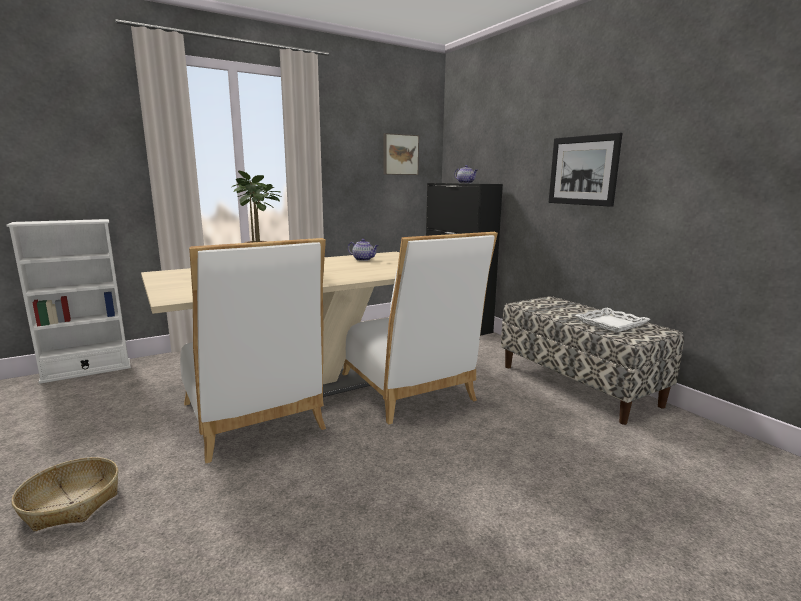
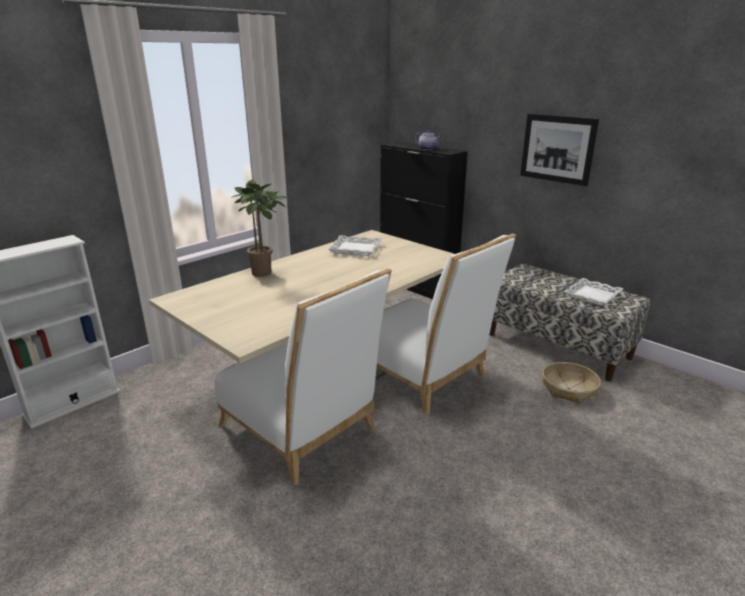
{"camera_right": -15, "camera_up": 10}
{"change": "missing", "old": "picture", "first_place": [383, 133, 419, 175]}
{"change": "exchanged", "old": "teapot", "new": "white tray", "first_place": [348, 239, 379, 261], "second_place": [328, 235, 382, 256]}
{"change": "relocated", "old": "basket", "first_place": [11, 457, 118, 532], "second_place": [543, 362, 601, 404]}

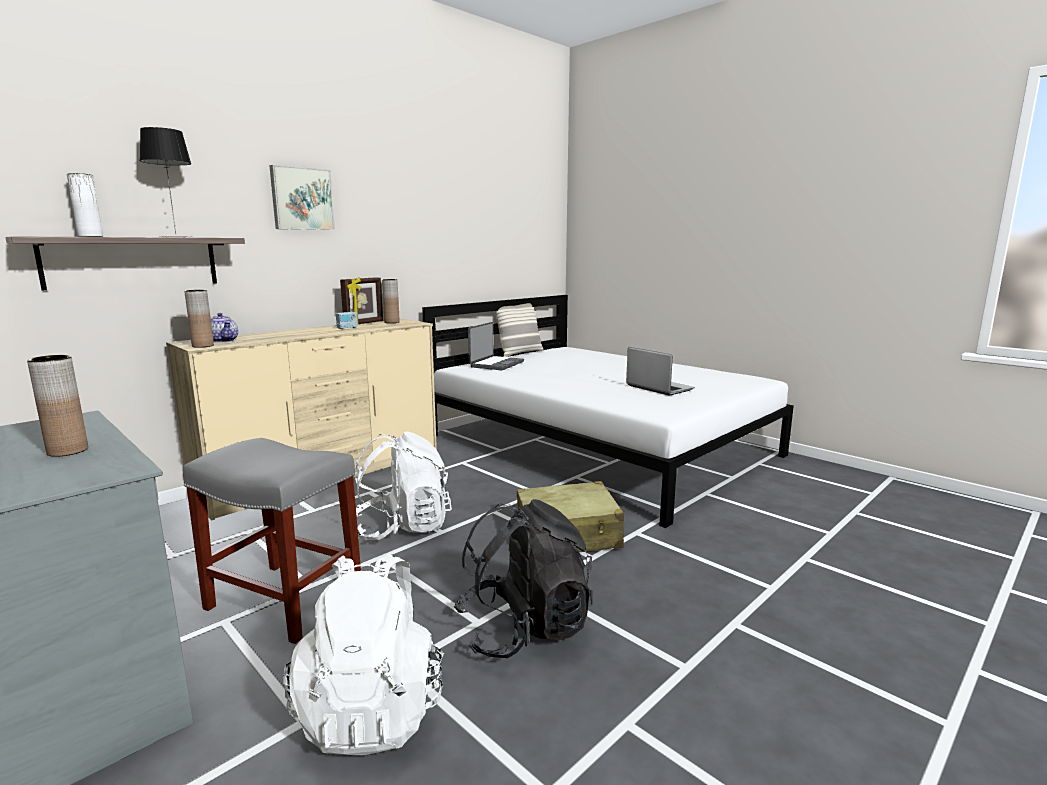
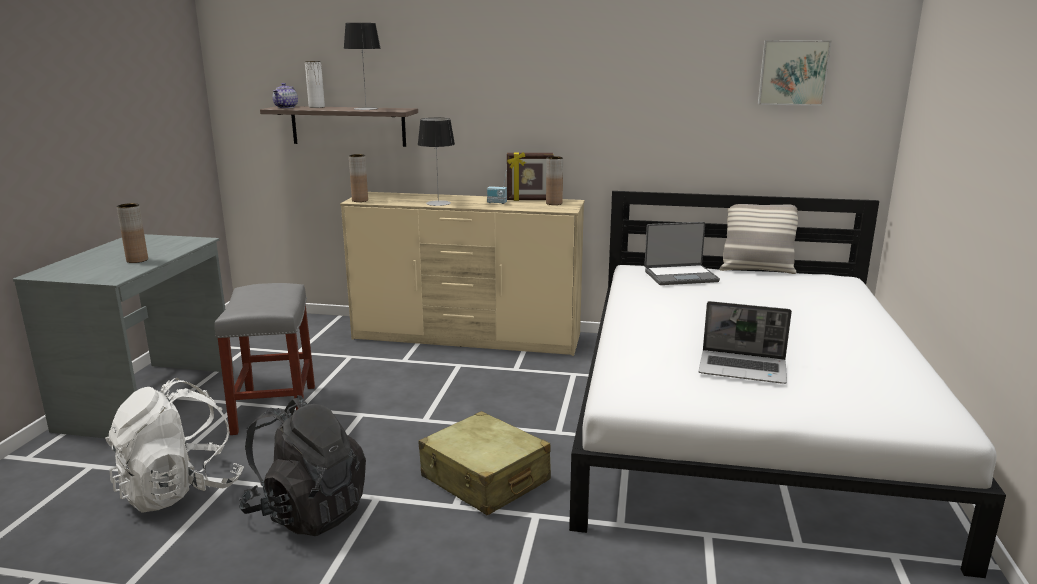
{"camera_right": 55, "camera_up": 5}
{"change": "relocated", "old": "picture", "first_place": [269, 165, 335, 230], "second_place": [758, 40, 831, 106]}
{"change": "relocated", "old": "teapot", "first_place": [211, 313, 238, 343], "second_place": [273, 83, 298, 108]}
{"change": "spun", "old": "laptop", "first_place": [626, 347, 695, 396], "second_place": [698, 301, 792, 384], "degrees": 90}
{"change": "missing", "old": "white backpack", "first_place": [355, 431, 452, 540]}
{"change": "appeared", "new": "table lamp", "second_place": [418, 118, 455, 206]}

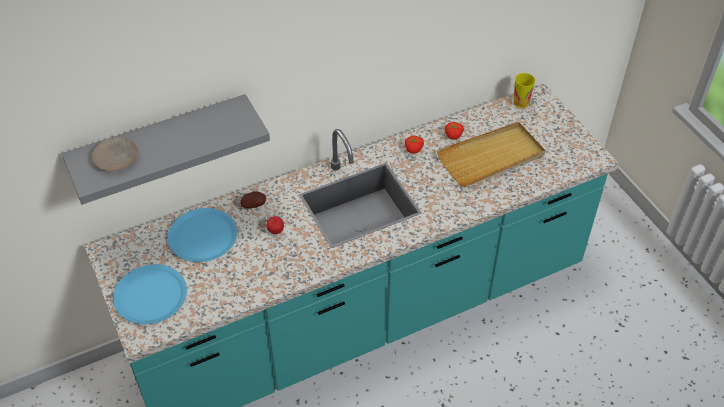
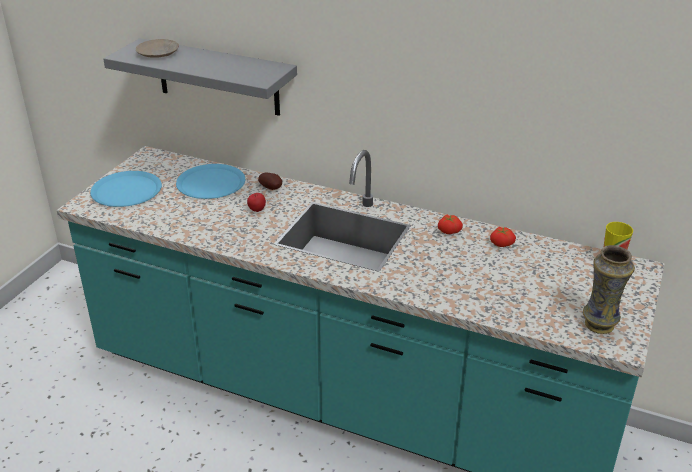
{"camera_right": 50, "camera_up": -15}
{"change": "missing", "old": "beige tray", "first_place": [437, 122, 545, 187]}
{"change": "appeared", "new": "vase", "second_place": [583, 245, 635, 334]}

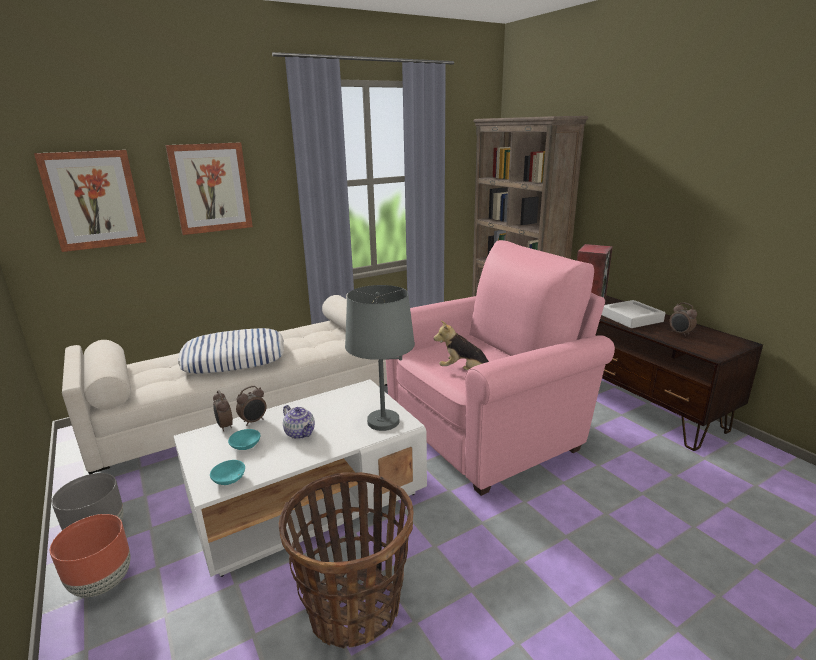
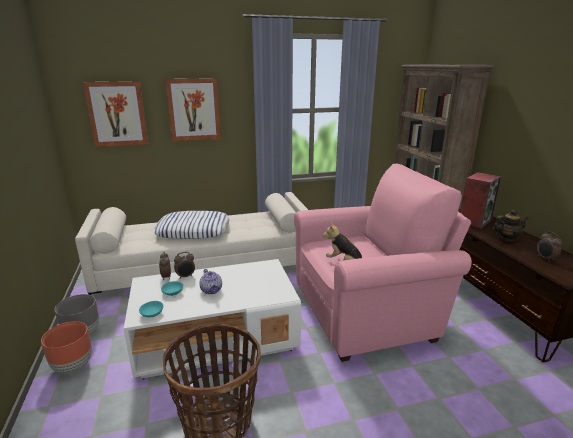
{"camera_right": 15, "camera_up": 0}
{"change": "missing", "old": "grey table lamp", "first_place": [345, 285, 415, 431]}
{"change": "exchanged", "old": "grey tray", "new": "teapot", "first_place": [602, 300, 665, 328], "second_place": [493, 210, 529, 242]}

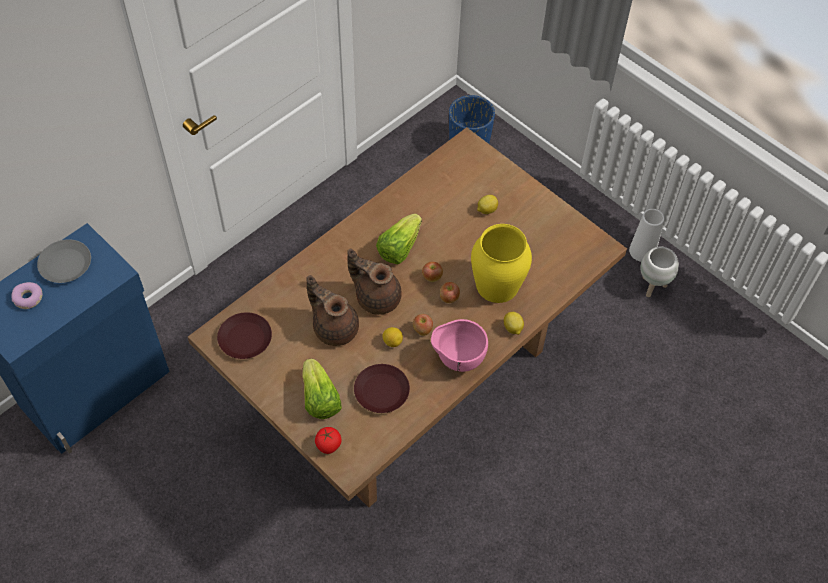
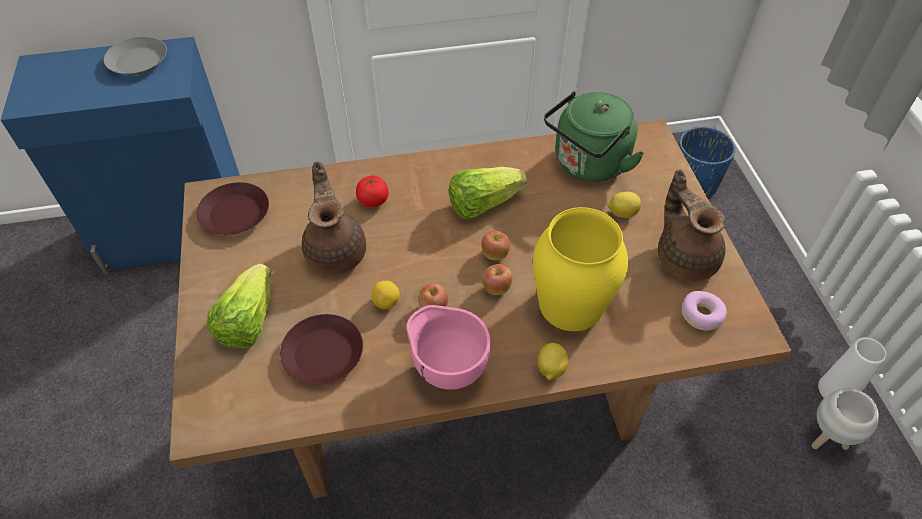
{"camera_right": 35, "camera_up": -5}
{"change": "relocated", "old": "brown teapot", "first_place": [347, 249, 402, 315], "second_place": [658, 169, 726, 281]}
{"change": "relocated", "old": "donut", "first_place": [11, 282, 43, 309], "second_place": [681, 291, 727, 330]}
{"change": "relocated", "old": "tomato", "first_place": [315, 427, 341, 454], "second_place": [356, 175, 389, 207]}
{"change": "appeared", "new": "green kettle", "second_place": [544, 91, 644, 182]}

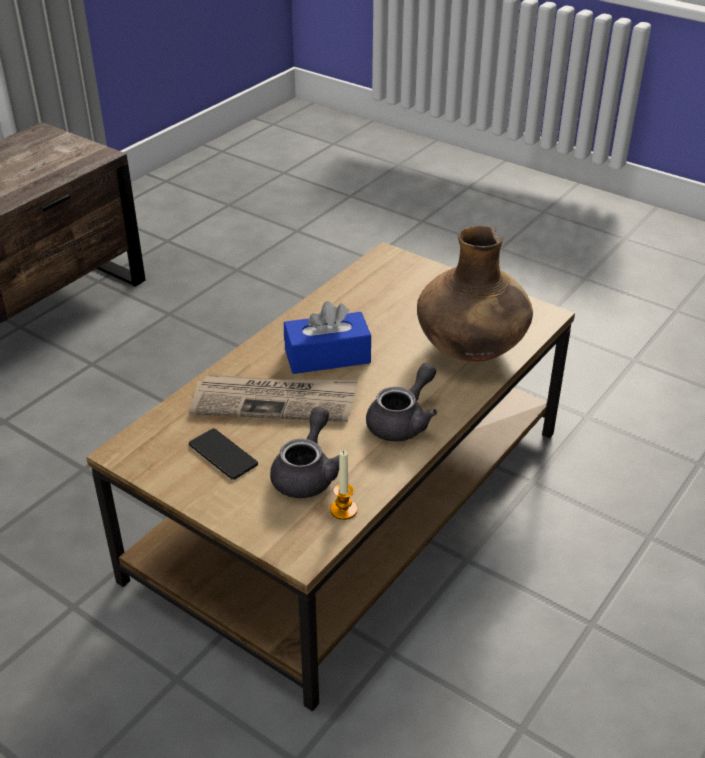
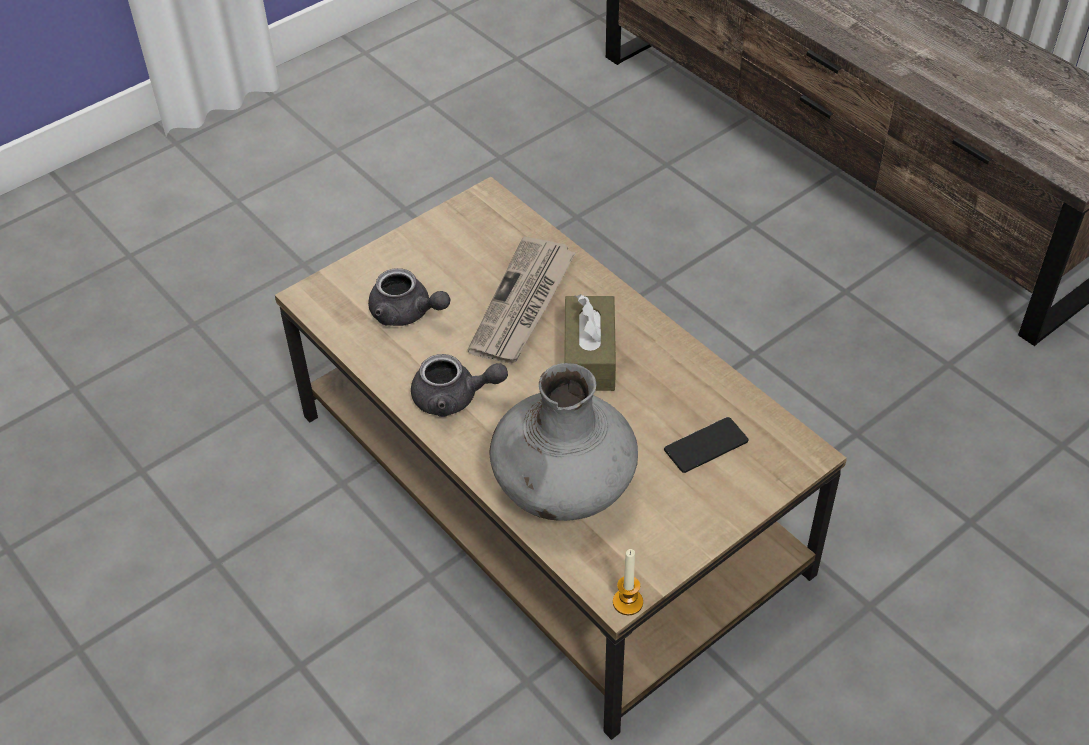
{"camera_right": 105, "camera_up": 10}
{"change": "colour", "old": "brown vase", "new": "grey vase", "first_place": [417, 226, 533, 362], "second_place": [490, 363, 638, 521]}
{"change": "colour", "old": "blue tissue box", "new": "brown tissue box", "first_place": [284, 301, 371, 374], "second_place": [564, 294, 616, 391]}
{"change": "spun", "old": "grey teapot", "first_place": [366, 363, 437, 442], "second_place": [411, 354, 508, 417], "degrees": -45}
{"change": "relocated", "old": "phone", "first_place": [189, 428, 258, 480], "second_place": [664, 417, 749, 473]}
{"change": "relocated", "old": "candle", "first_place": [330, 450, 357, 520], "second_place": [613, 549, 643, 615]}

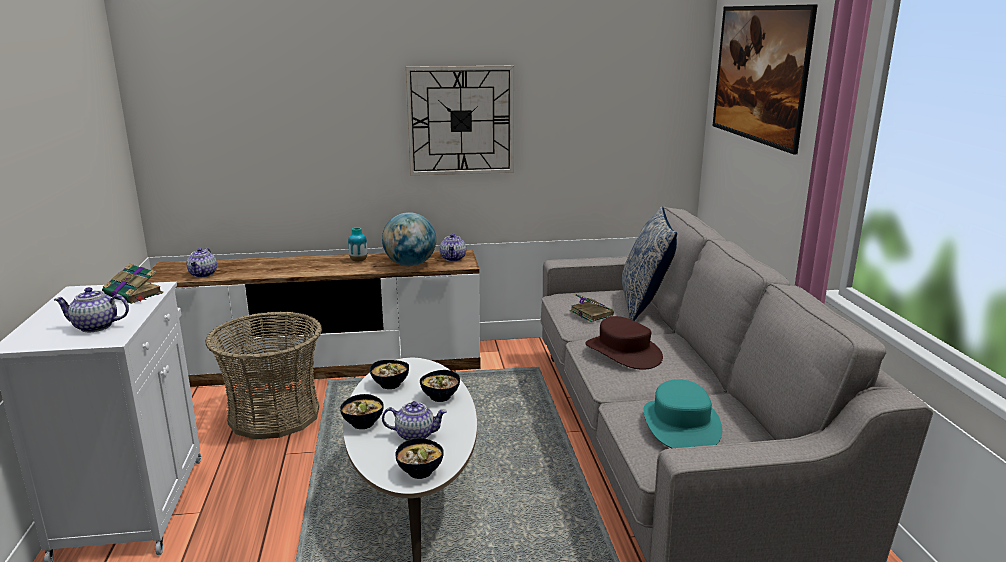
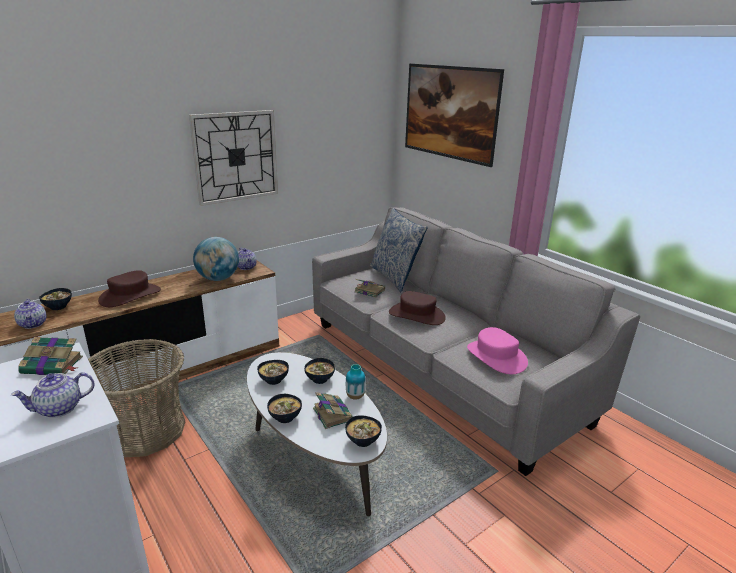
{"camera_right": -30, "camera_up": 5}
{"change": "relocated", "old": "vase", "first_place": [348, 227, 367, 262], "second_place": [346, 364, 366, 400]}
{"change": "colour", "old": "turquoise hat", "new": "pink hat", "first_place": [644, 379, 722, 448], "second_place": [467, 327, 528, 374]}
{"change": "exchanged", "old": "teapot", "new": "book", "first_place": [382, 401, 447, 441], "second_place": [313, 392, 353, 429]}
{"change": "appeared", "new": "brown hat", "second_place": [98, 270, 161, 307]}
{"change": "appeared", "new": "bowl", "second_place": [39, 288, 72, 310]}

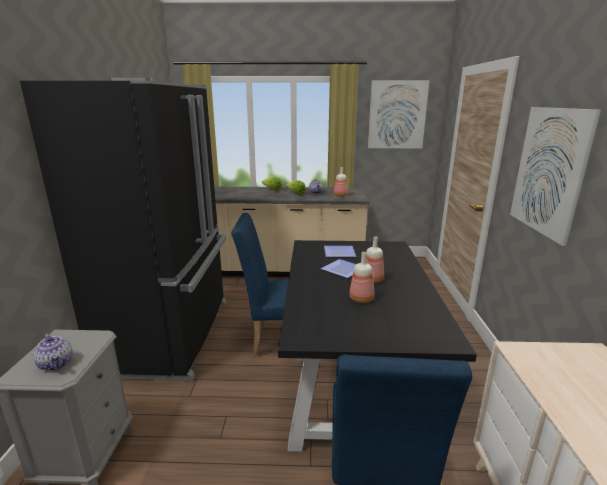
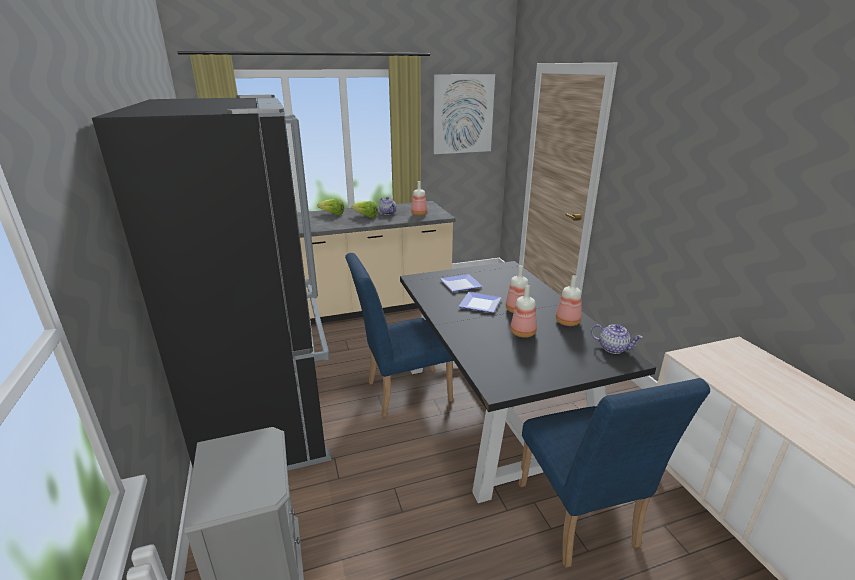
{"camera_right": -20, "camera_up": 5}
{"change": "missing", "old": "picture", "first_place": [510, 107, 601, 246]}
{"change": "relocated", "old": "teapot", "first_place": [33, 333, 73, 371], "second_place": [591, 324, 643, 354]}
{"change": "appeared", "new": "bottle", "second_place": [556, 275, 582, 326]}

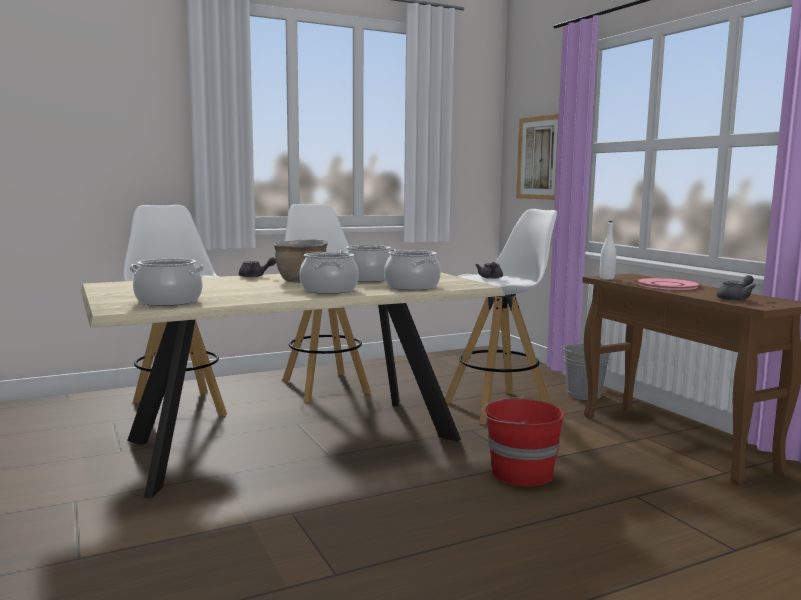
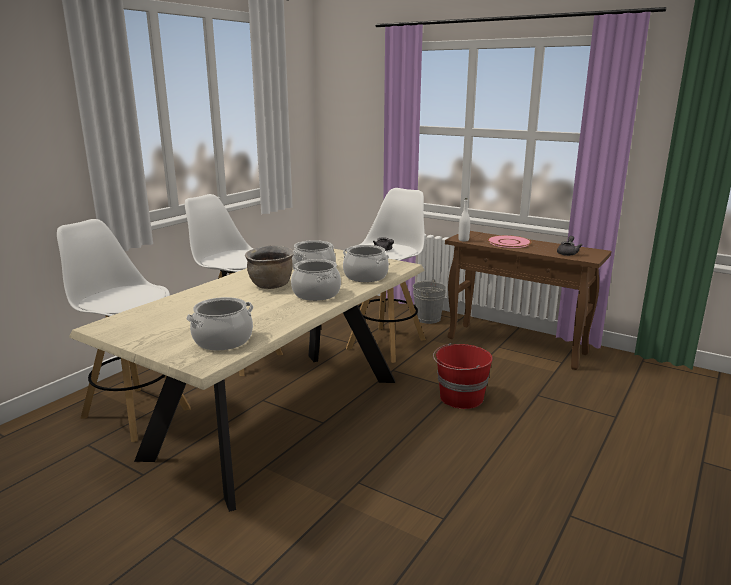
{"camera_right": -30, "camera_up": 10}
{"change": "missing", "old": "picture", "first_place": [516, 114, 559, 200]}
{"change": "missing", "old": "grey teapot", "first_place": [239, 257, 276, 278]}

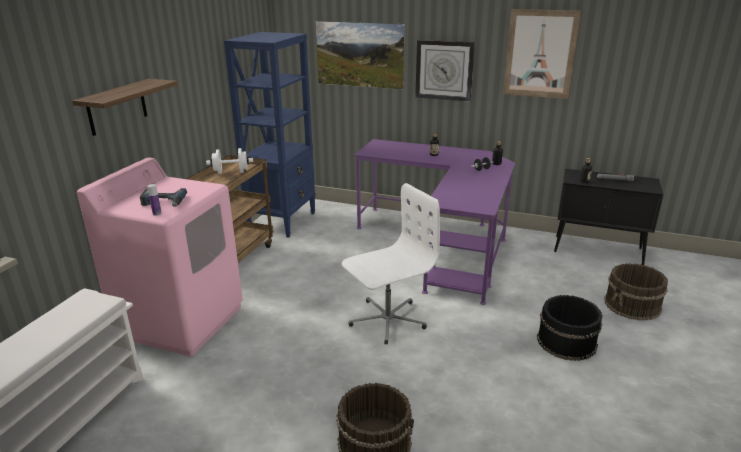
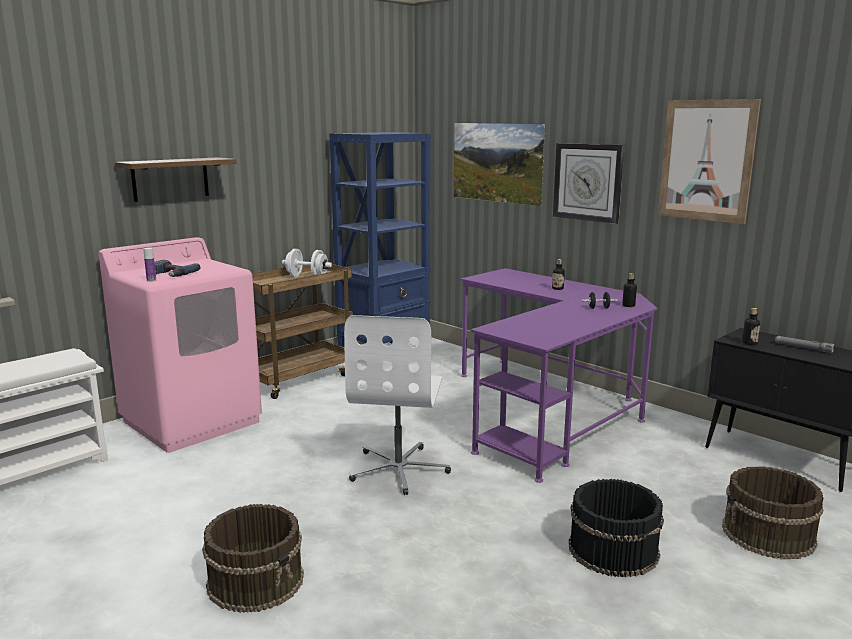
{"camera_right": 25, "camera_up": -10}
{"change": "spun", "old": "white office chair", "first_place": [342, 183, 440, 345], "second_place": [344, 315, 451, 495], "degrees": 105}

